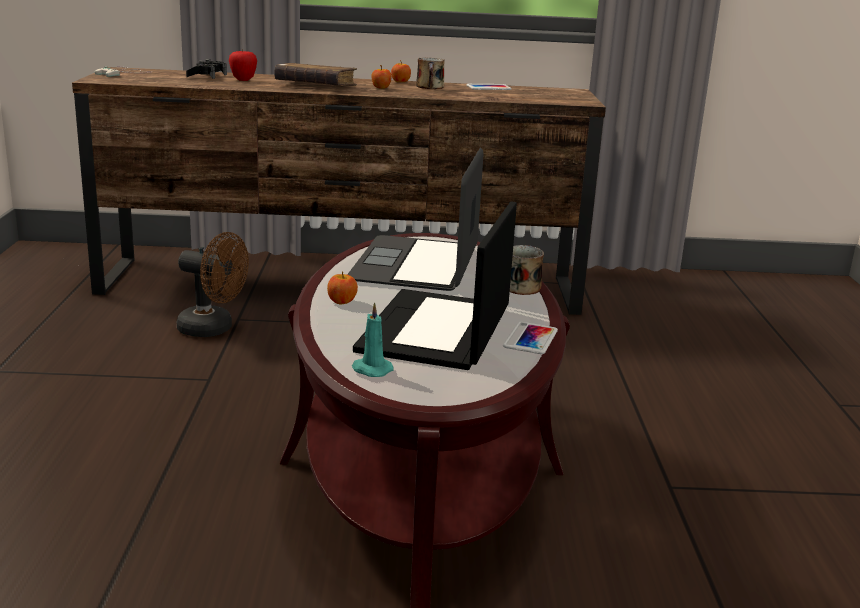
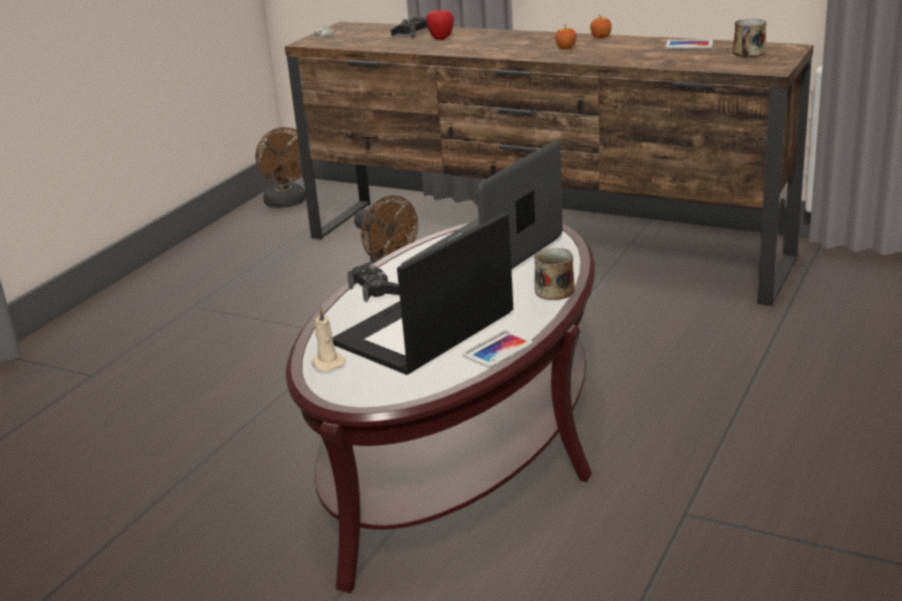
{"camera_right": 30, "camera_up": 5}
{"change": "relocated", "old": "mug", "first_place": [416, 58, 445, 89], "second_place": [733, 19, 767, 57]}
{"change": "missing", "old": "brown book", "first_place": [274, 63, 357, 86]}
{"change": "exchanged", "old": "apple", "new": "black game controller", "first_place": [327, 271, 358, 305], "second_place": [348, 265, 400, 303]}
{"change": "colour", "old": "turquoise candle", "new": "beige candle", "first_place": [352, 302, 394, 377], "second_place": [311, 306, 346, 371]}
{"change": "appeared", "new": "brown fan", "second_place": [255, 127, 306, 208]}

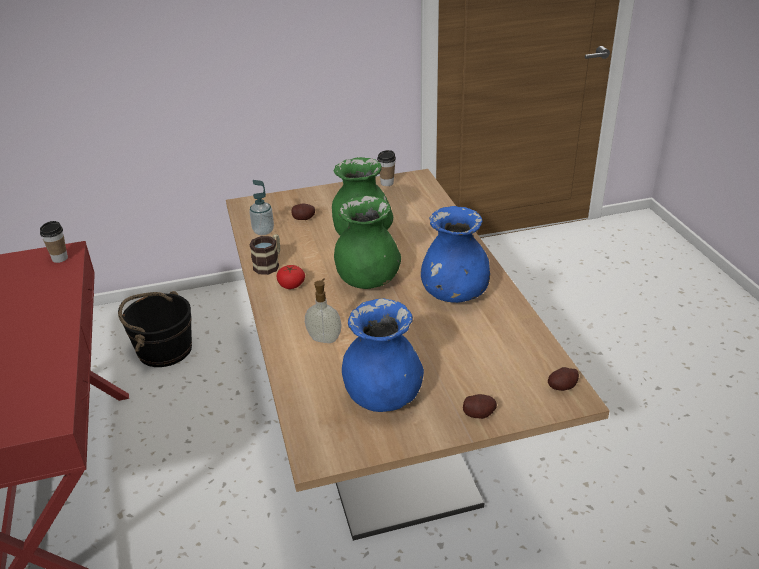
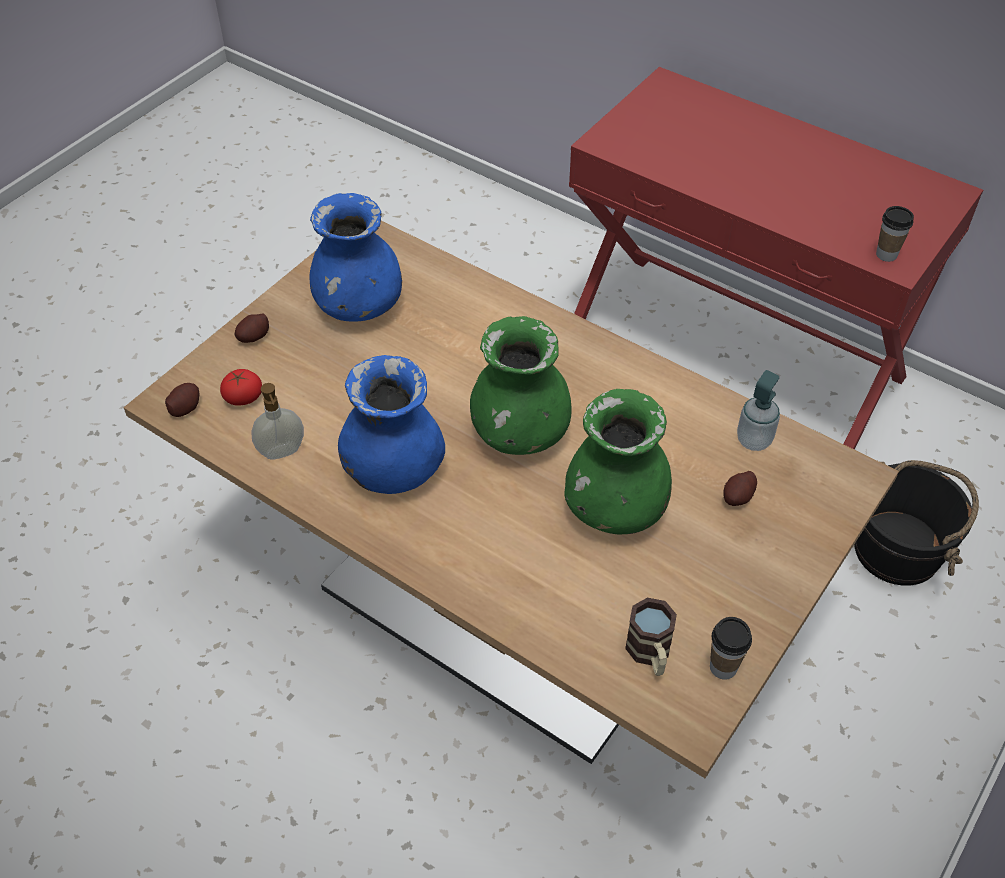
{"camera_right": 140, "camera_up": 15}
{"change": "relocated", "old": "mug", "first_place": [250, 234, 280, 275], "second_place": [625, 598, 677, 676]}
{"change": "relocated", "old": "tomato", "first_place": [277, 265, 305, 289], "second_place": [220, 369, 262, 406]}
{"change": "relocated", "old": "soap dispenser", "first_place": [305, 278, 342, 343], "second_place": [251, 383, 304, 460]}

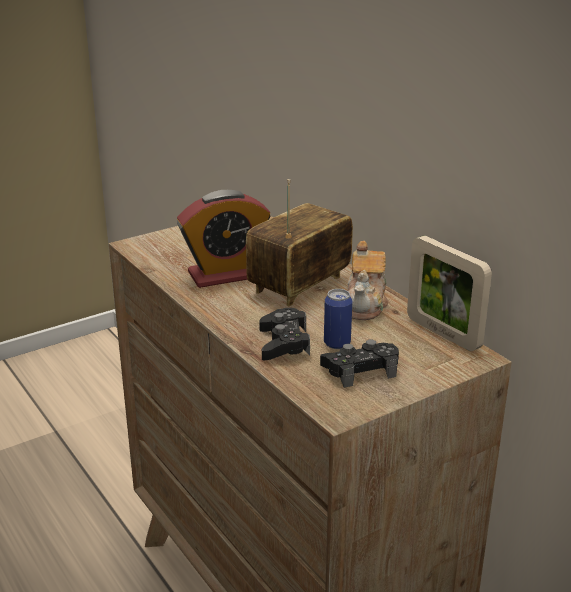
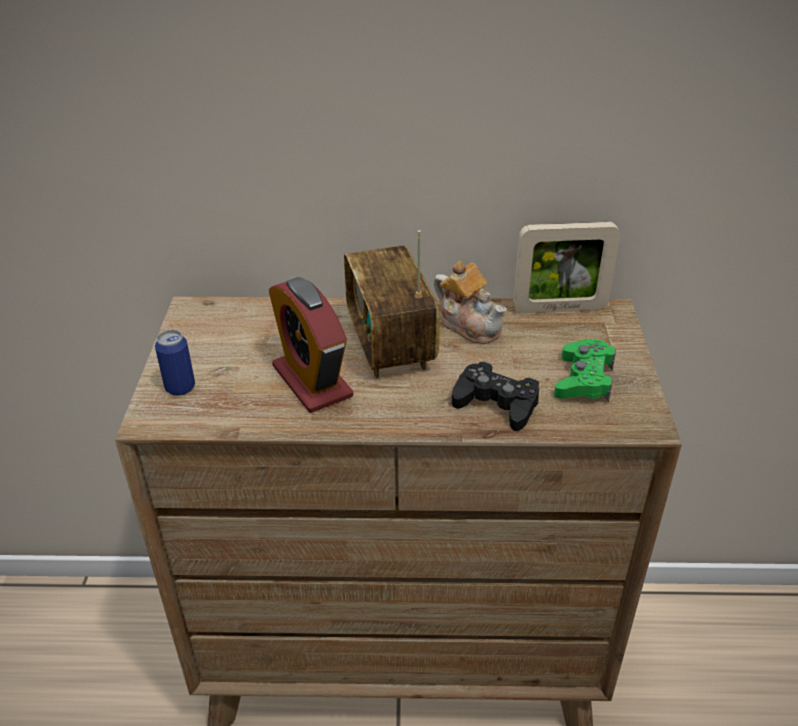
{"camera_right": -55, "camera_up": 10}
{"change": "spun", "old": "alarm clock", "first_place": [177, 190, 270, 288], "second_place": [269, 277, 353, 413], "degrees": 135}
{"change": "relocated", "old": "can", "first_place": [324, 289, 352, 349], "second_place": [155, 330, 195, 396]}
{"change": "colour", "old": "black game controller", "new": "green game controller", "first_place": [320, 339, 399, 388], "second_place": [554, 339, 616, 402]}

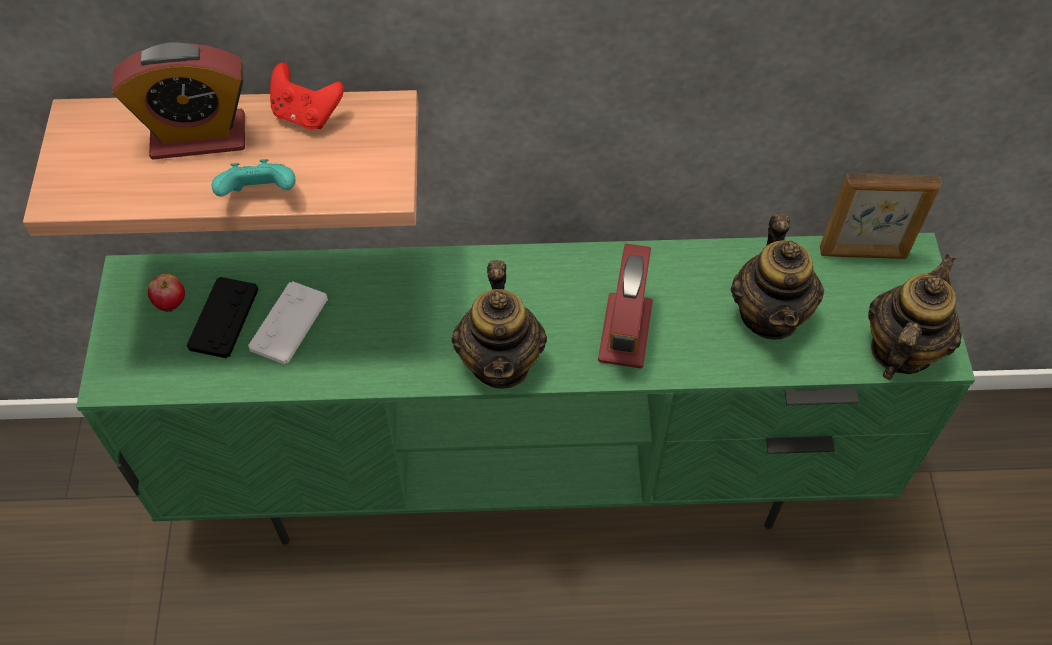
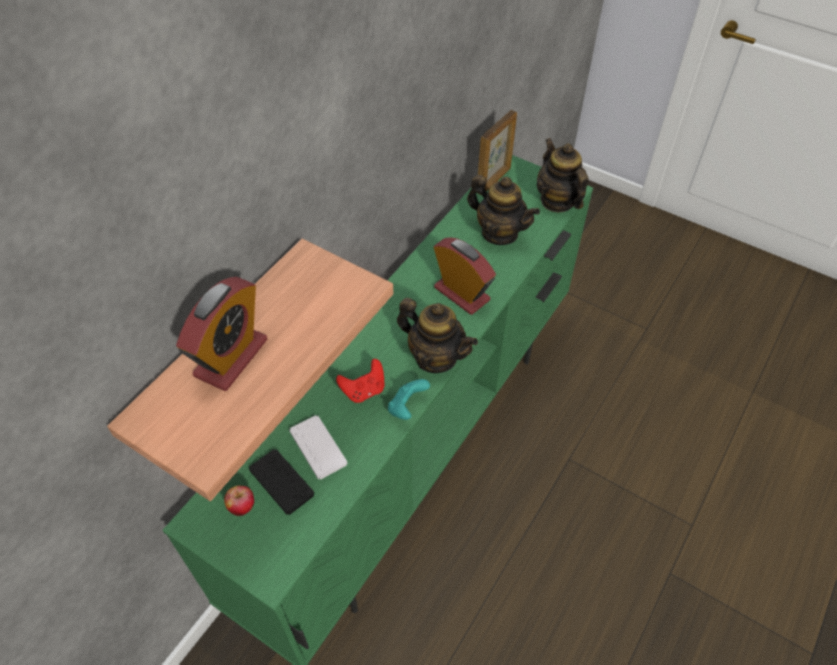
{"camera_right": -55, "camera_up": -5}
{"change": "relocated", "old": "red game controller", "first_place": [270, 63, 344, 129], "second_place": [336, 359, 384, 403]}
{"change": "relocated", "old": "turquoise game controller", "first_place": [212, 159, 296, 197], "second_place": [388, 379, 430, 420]}

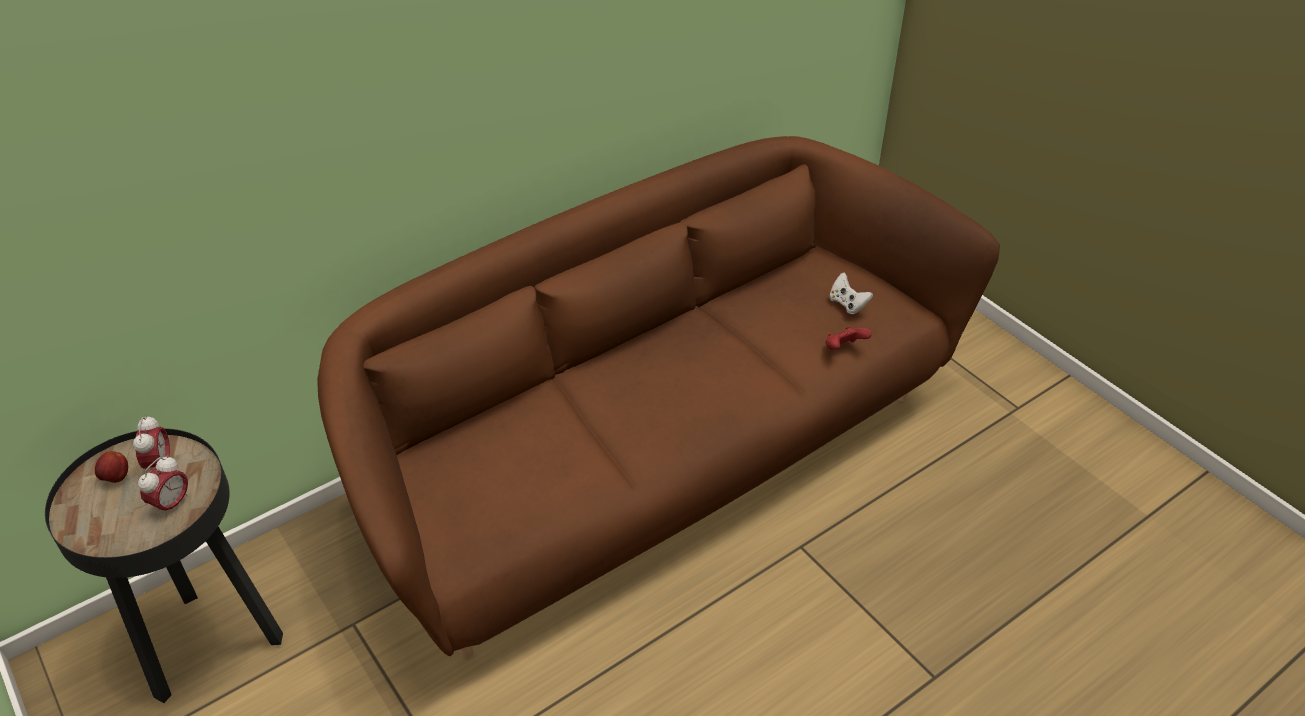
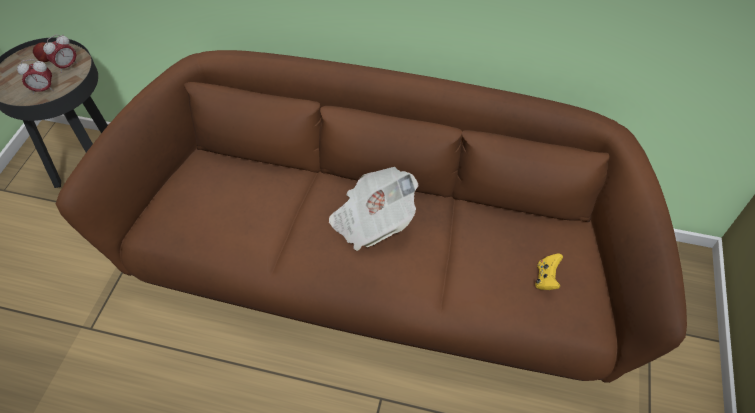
{"camera_right": 50, "camera_up": 10}
{"change": "colour", "old": "white game controller", "new": "yellow game controller", "first_place": [829, 273, 873, 314], "second_place": [535, 253, 563, 290]}
{"change": "missing", "old": "red game controller", "first_place": [825, 326, 872, 350]}
{"change": "appeared", "new": "newspaper", "second_place": [329, 167, 419, 251]}

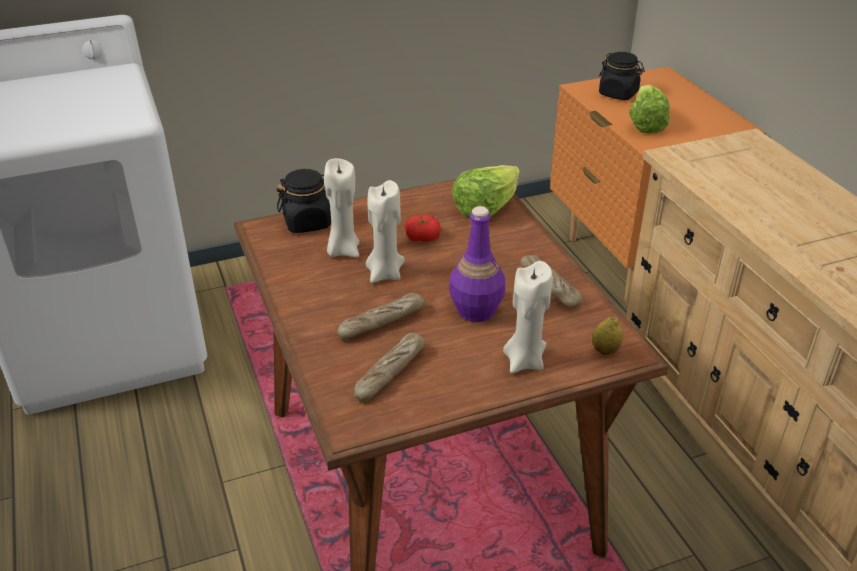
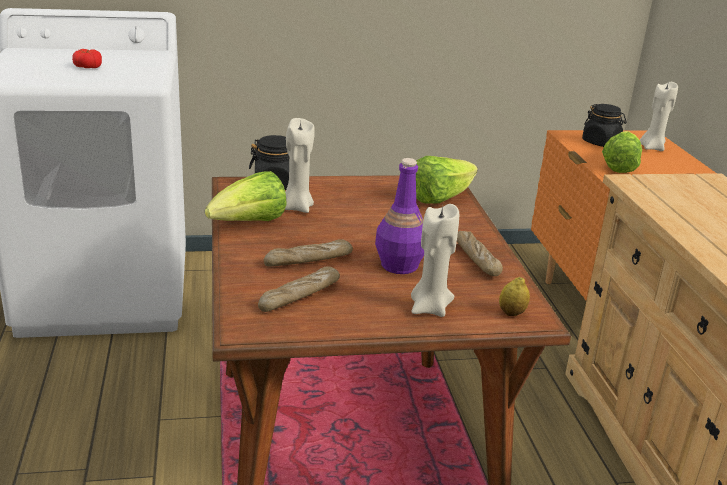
{"camera_right": 10, "camera_up": -10}
{"change": "relocated", "old": "beige candle", "first_place": [366, 180, 405, 283], "second_place": [640, 81, 678, 151]}
{"change": "relocated", "old": "tomato", "first_place": [405, 214, 441, 242], "second_place": [72, 49, 102, 68]}
{"change": "appeared", "new": "lettuce", "second_place": [205, 171, 286, 221]}

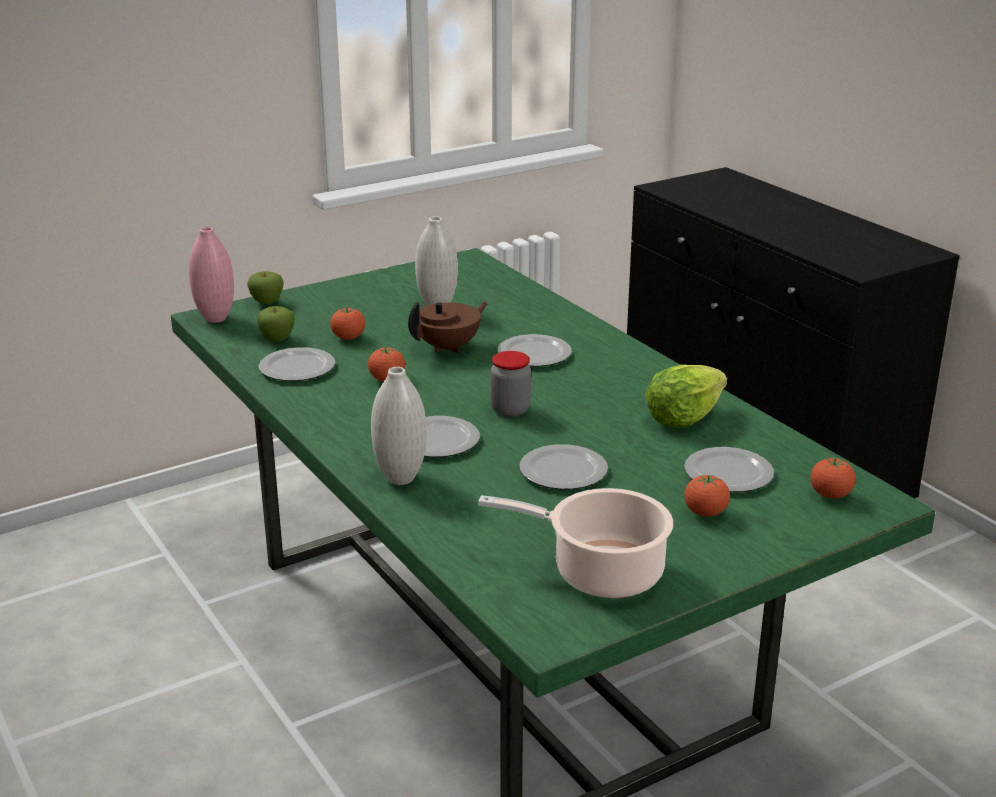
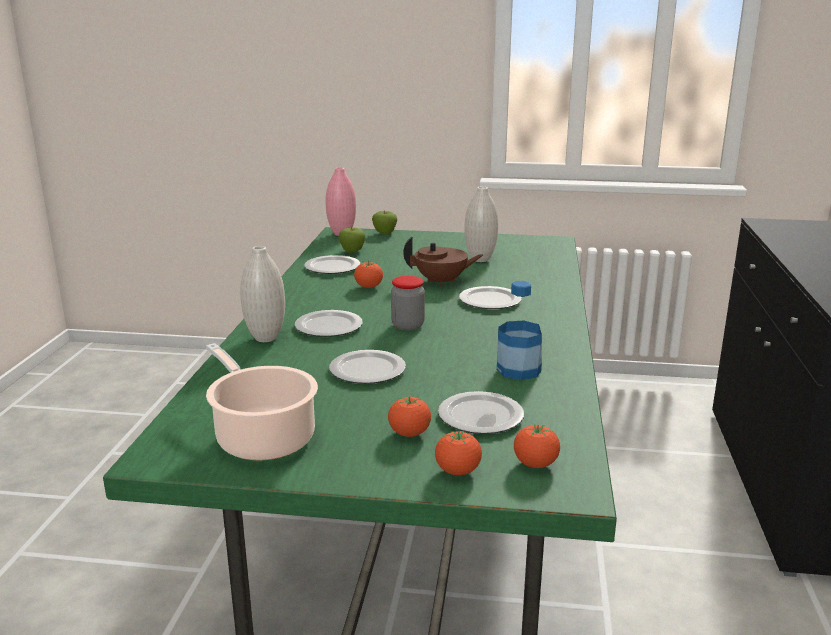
{"camera_right": 40, "camera_up": -5}
{"change": "relocated", "old": "tomato", "first_place": [330, 307, 365, 340], "second_place": [435, 431, 482, 475]}
{"change": "exchanged", "old": "lettuce", "new": "bottle", "first_place": [645, 365, 727, 428], "second_place": [497, 281, 542, 380]}

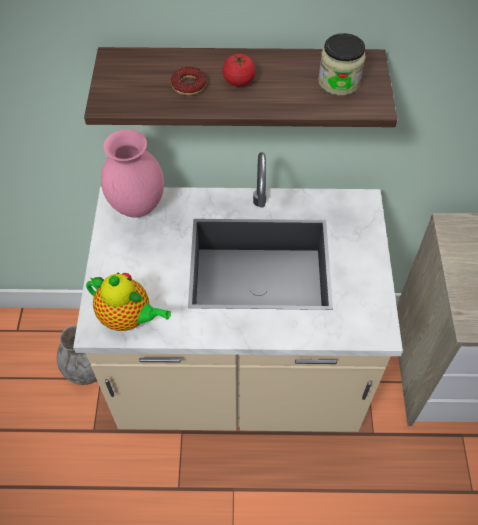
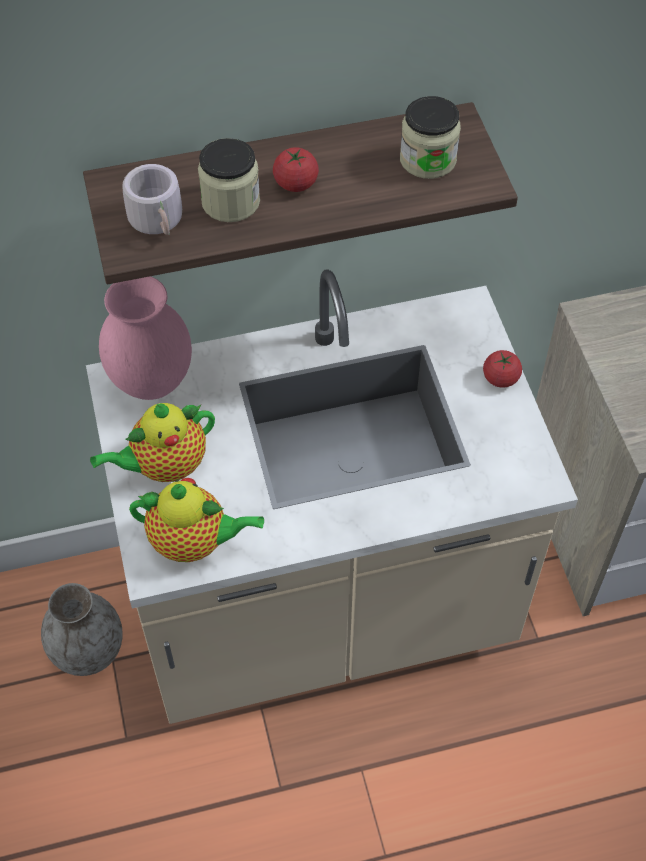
{"camera_right": -15, "camera_up": 0}
{"change": "exchanged", "old": "donut", "new": "jar", "first_place": [171, 67, 206, 95], "second_place": [198, 138, 260, 222]}
{"change": "appeared", "new": "grey mug", "second_place": [122, 164, 182, 235]}
{"change": "appeared", "new": "tomato", "second_place": [483, 350, 522, 388]}
{"change": "appeared", "new": "teapot", "second_place": [90, 403, 215, 482]}

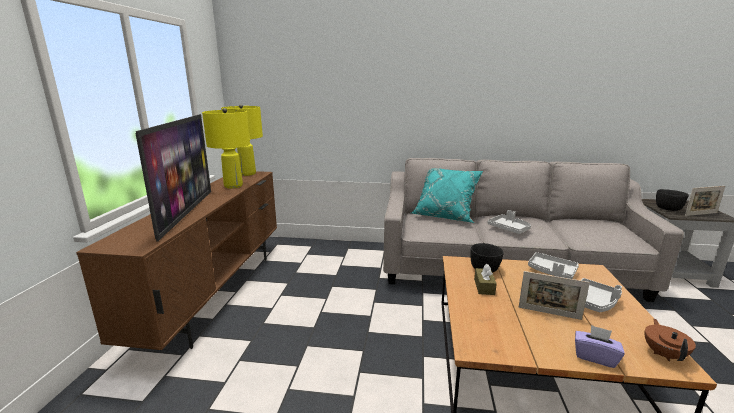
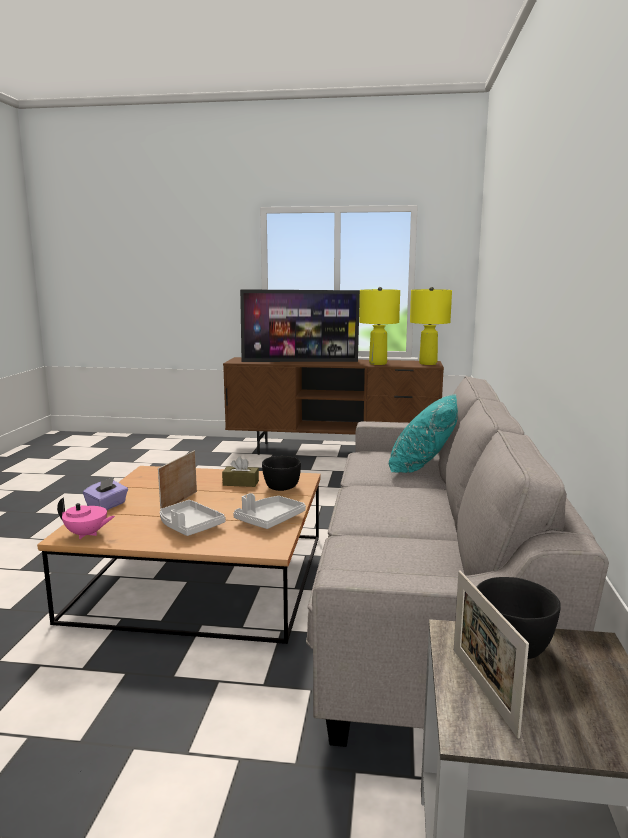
{"camera_right": 90, "camera_up": -5}
{"change": "missing", "old": "grey tray", "first_place": [487, 210, 531, 234]}
{"change": "colour", "old": "brown teapot", "new": "pink teapot", "first_place": [645, 319, 696, 361], "second_place": [57, 497, 115, 539]}

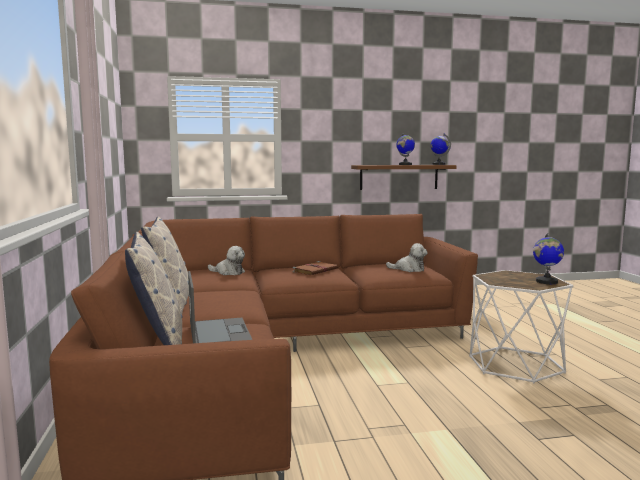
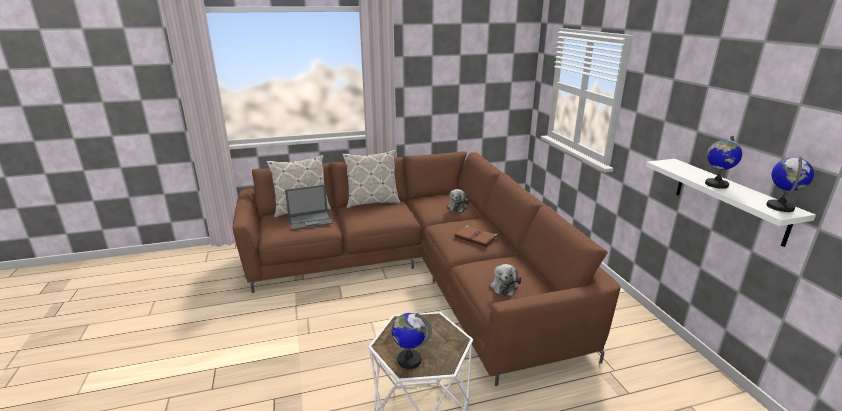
{"camera_right": 85, "camera_up": 15}
{"change": "colour", "old": "brown shelf", "new": "white shelf", "first_place": [351, 165, 457, 190], "second_place": [646, 159, 816, 247]}

